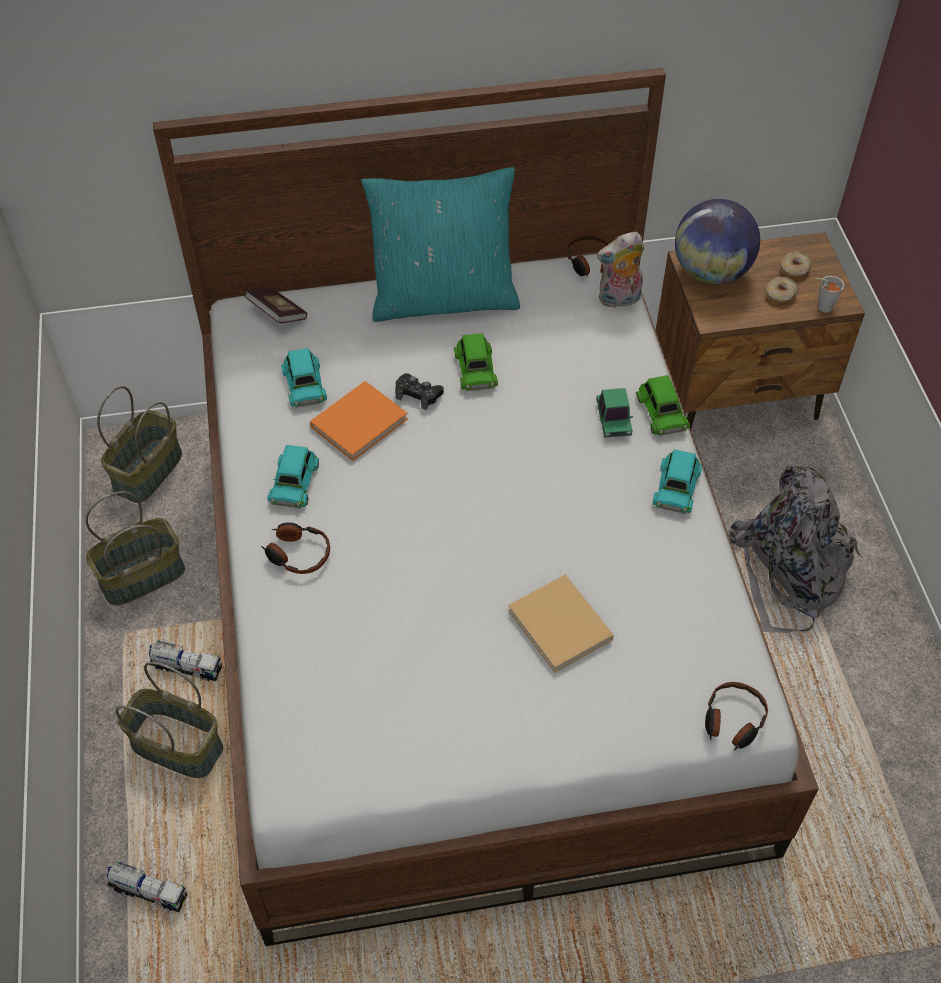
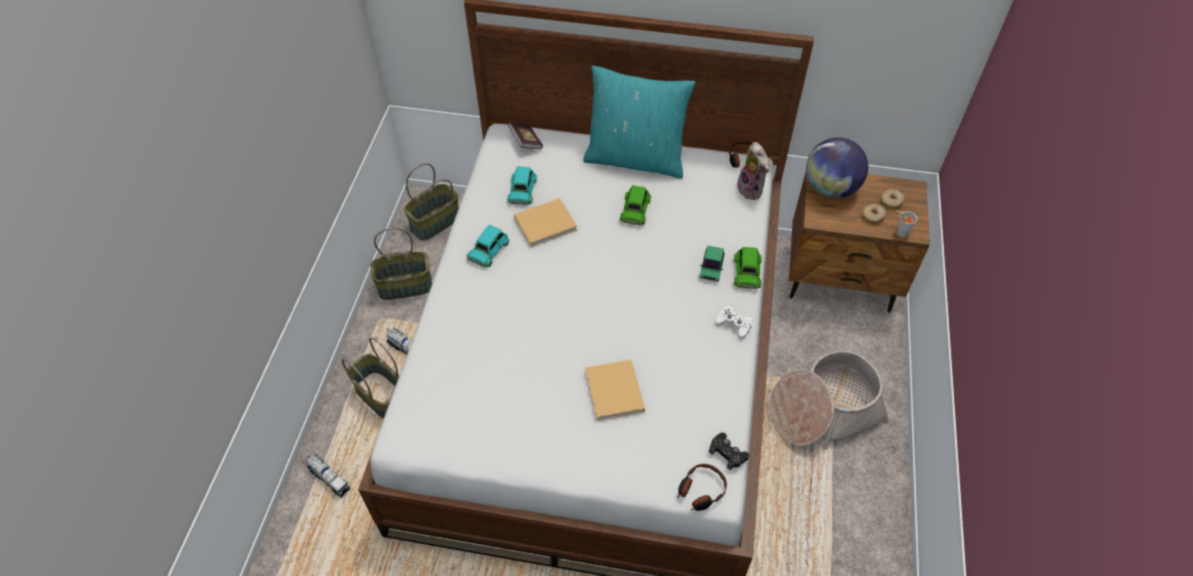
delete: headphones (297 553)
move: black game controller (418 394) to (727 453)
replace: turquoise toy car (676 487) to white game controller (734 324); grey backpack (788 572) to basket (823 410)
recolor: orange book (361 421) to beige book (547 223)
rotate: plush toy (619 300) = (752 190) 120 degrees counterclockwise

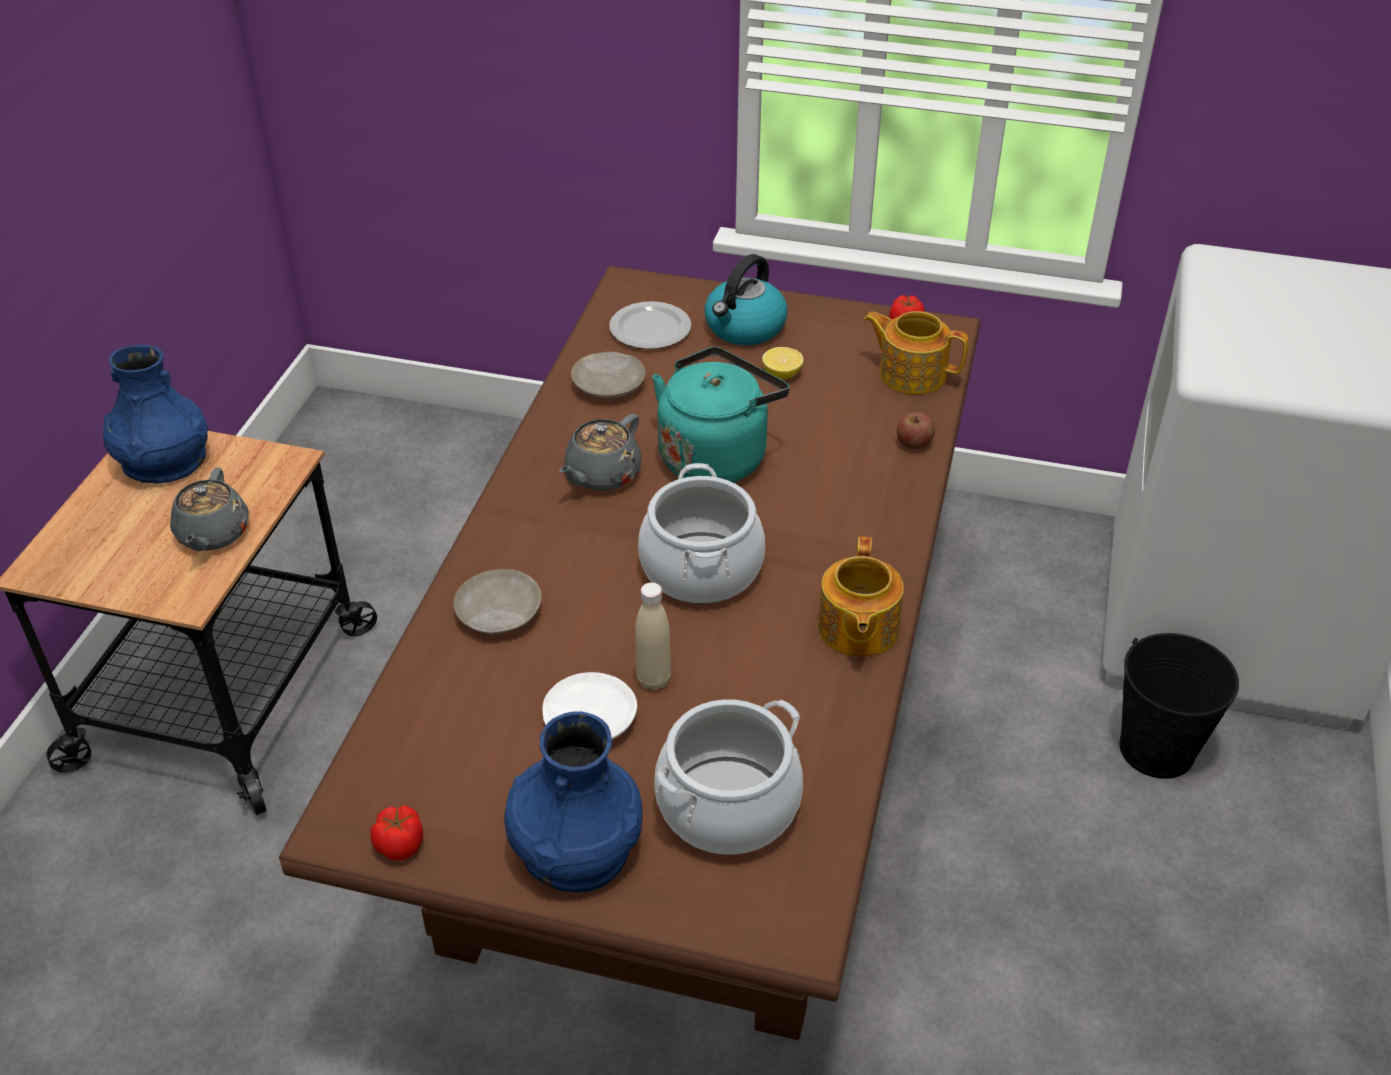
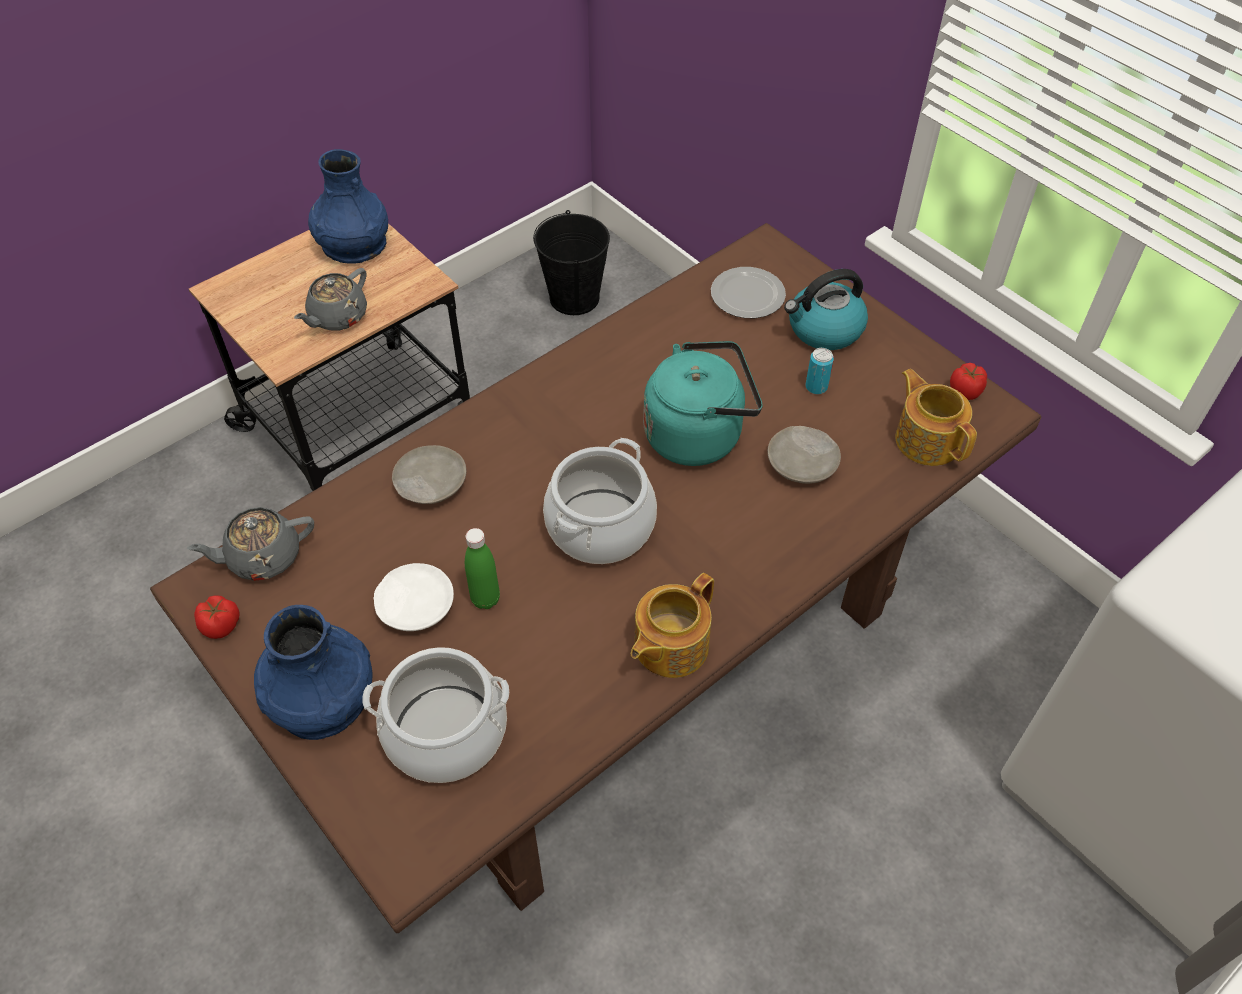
delete: apple (914 443)
move: grey teapot (602 475) to (262 557); beige plate (609 385) to (803 463); black bucket (1156 749) to (575 297)
replace: lemon (782 374) to can (816 387)
recolor: beige bottle (653 680) to green bottle (485 599)

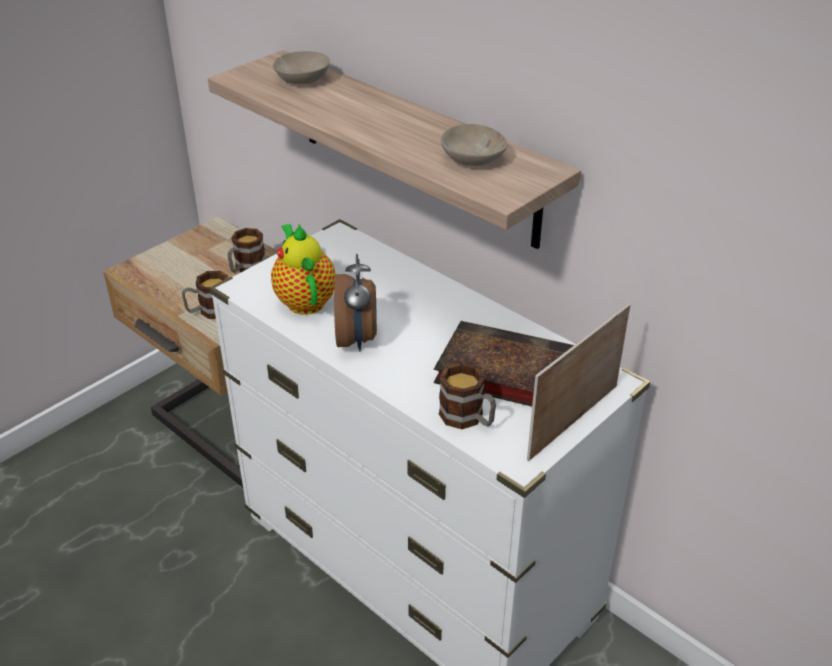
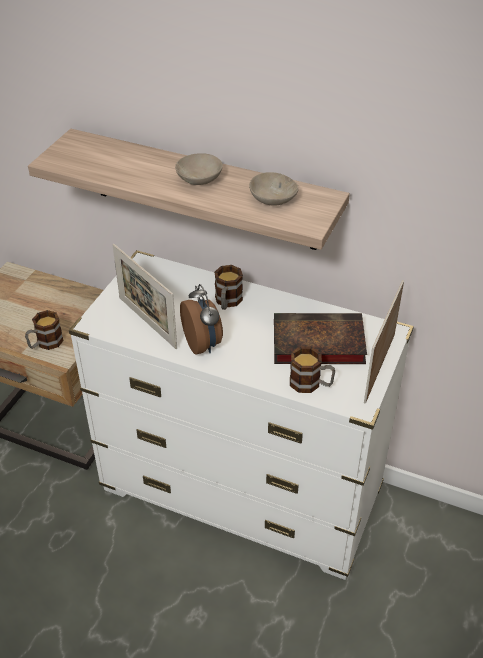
move: mug (246 268) to (227 302); beige bowl (304 80) to (201 179)
replace: teapot (304 300) to picture frame (147 322)

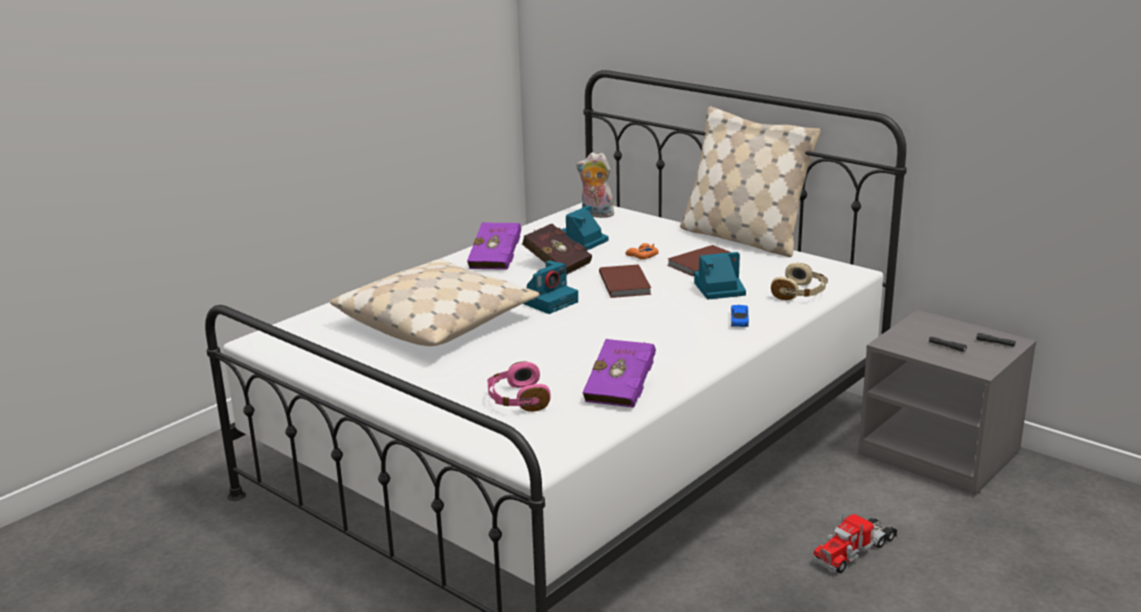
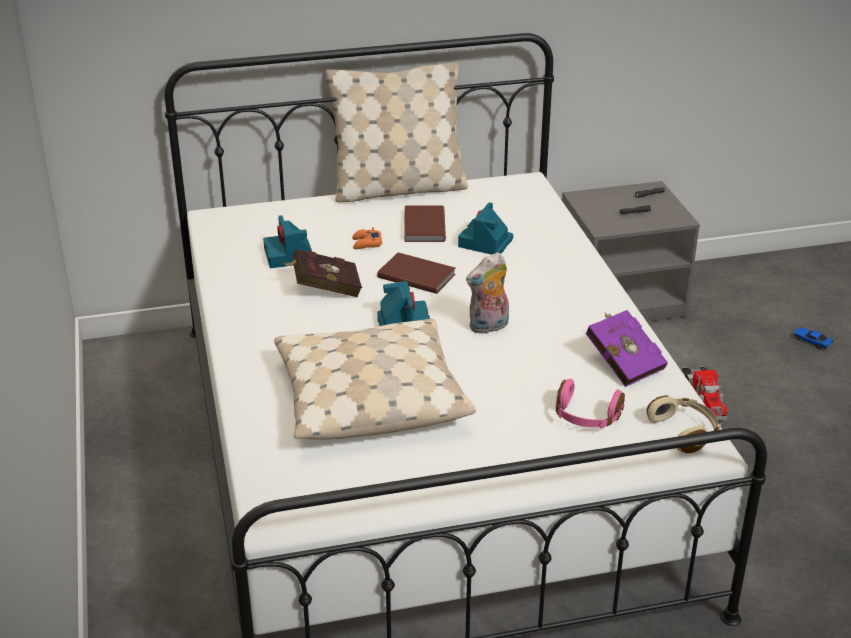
delete: purple book (497 260)
move: plush toy (595 215) to (489 327); toy car (739 321) to (811 341); beige headphones (800 293) to (685 432)

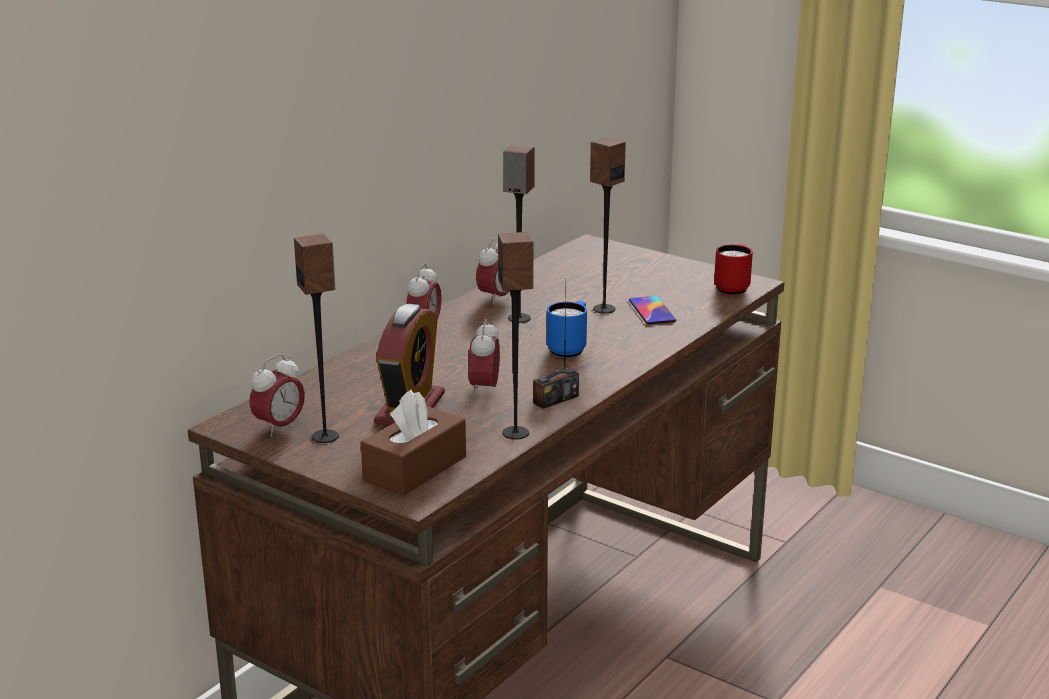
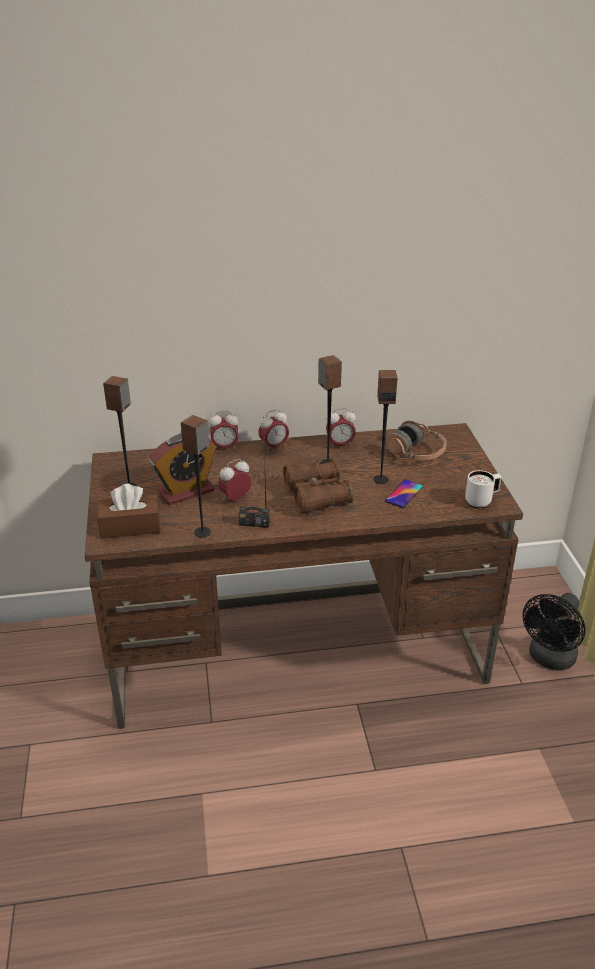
insert: headphones (416 453); black fan (549 659)
move: alarm clock (279 427) to (225 447)
replace: blue mug (569 349) to brown binoculars (317 496)
recolor: red mug (733 287) to white mug (481 501)

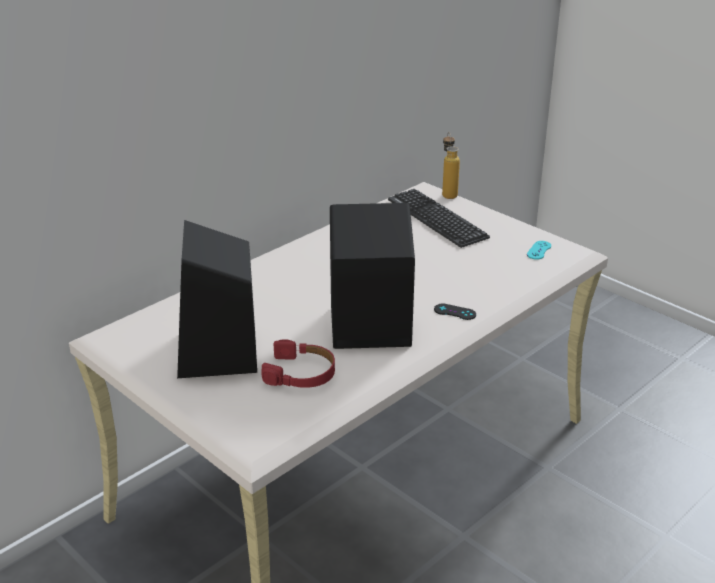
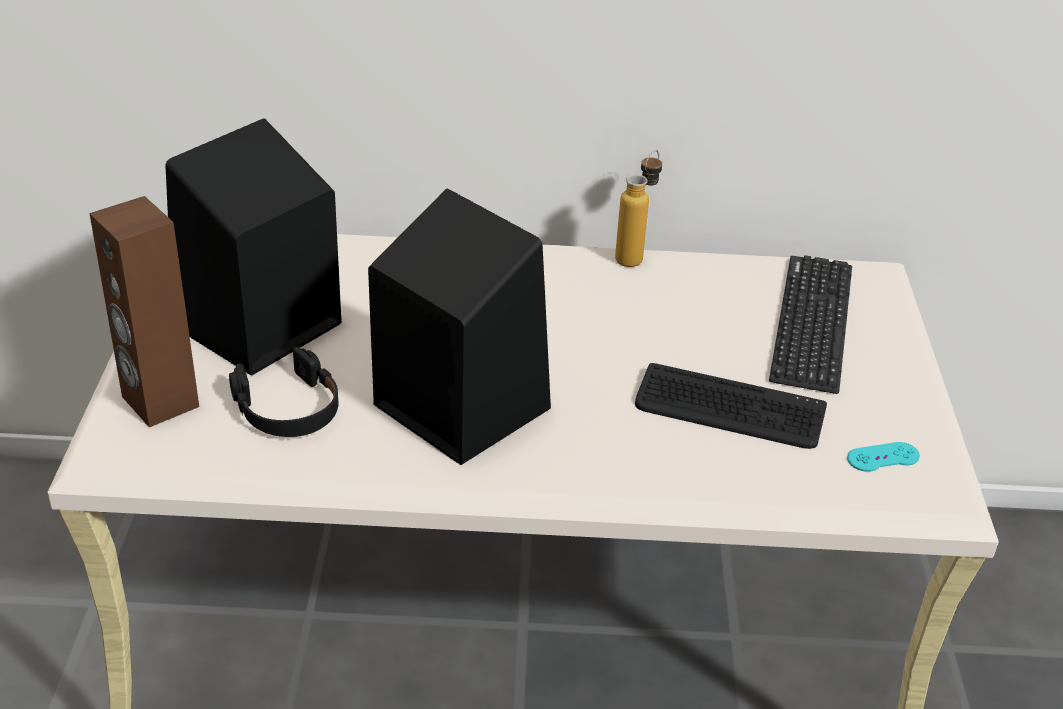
delete: black game controller (455 312)
insert: brown speaker (159 402); keyboard (729 409)
move: bottle (448 193) to (635 255)
recolor: red headphones (301 373) to black headphones (288 408)

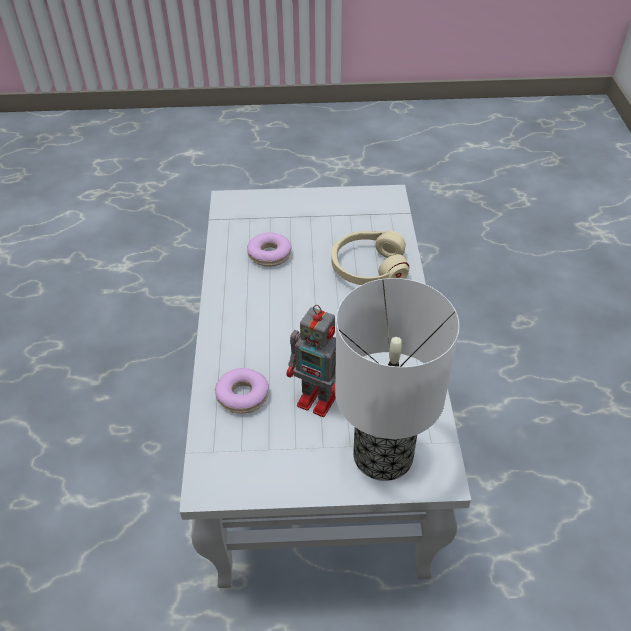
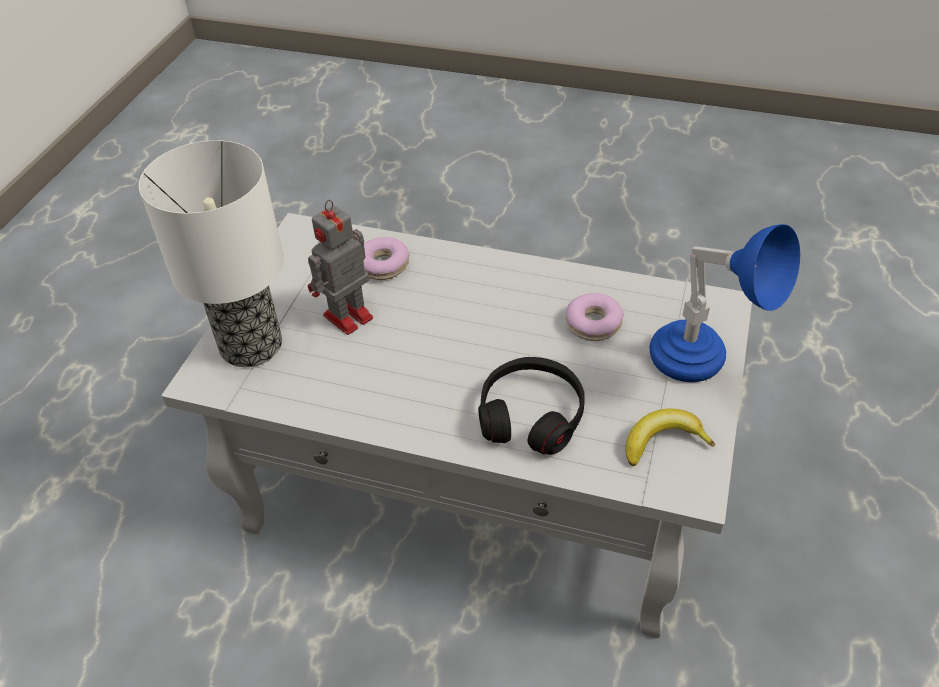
insert: banana (663 442); blue table lamp (701 370)
recolor: beige headphones (368 267) to black headphones (531 414)

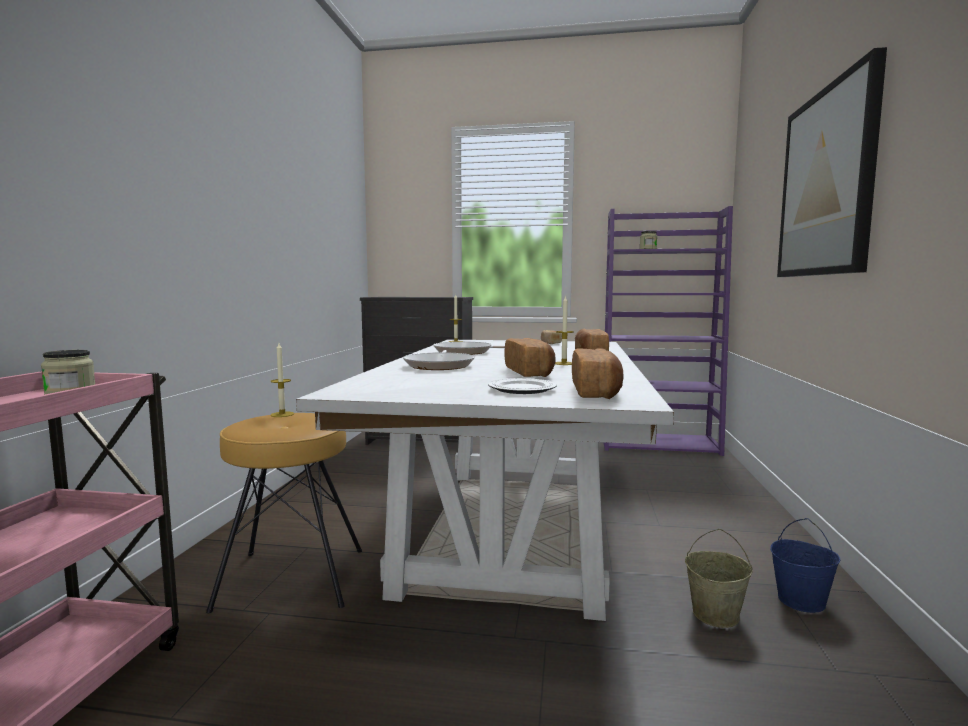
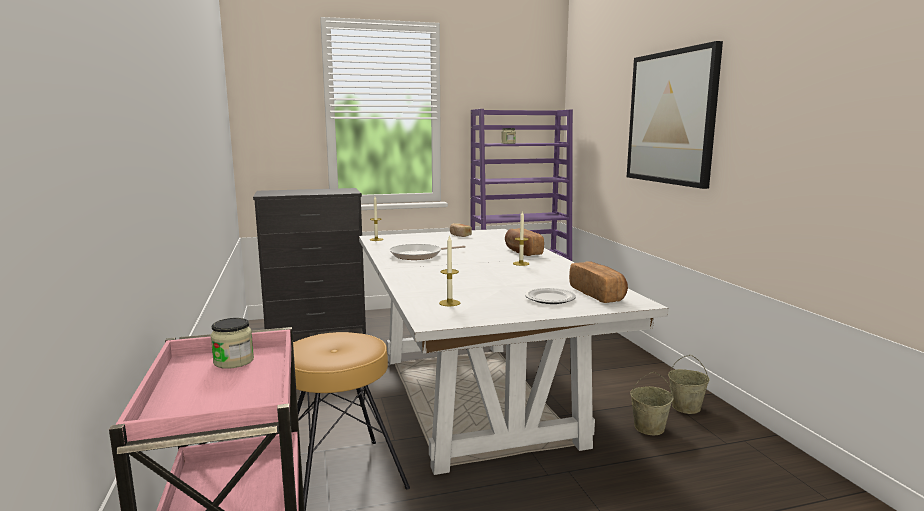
delete: frying pan (440 365); bread (529 372)
move: candle (282 414) to (449 303)
recolor: blue bucket (801 601) to beige bucket (686 407)

